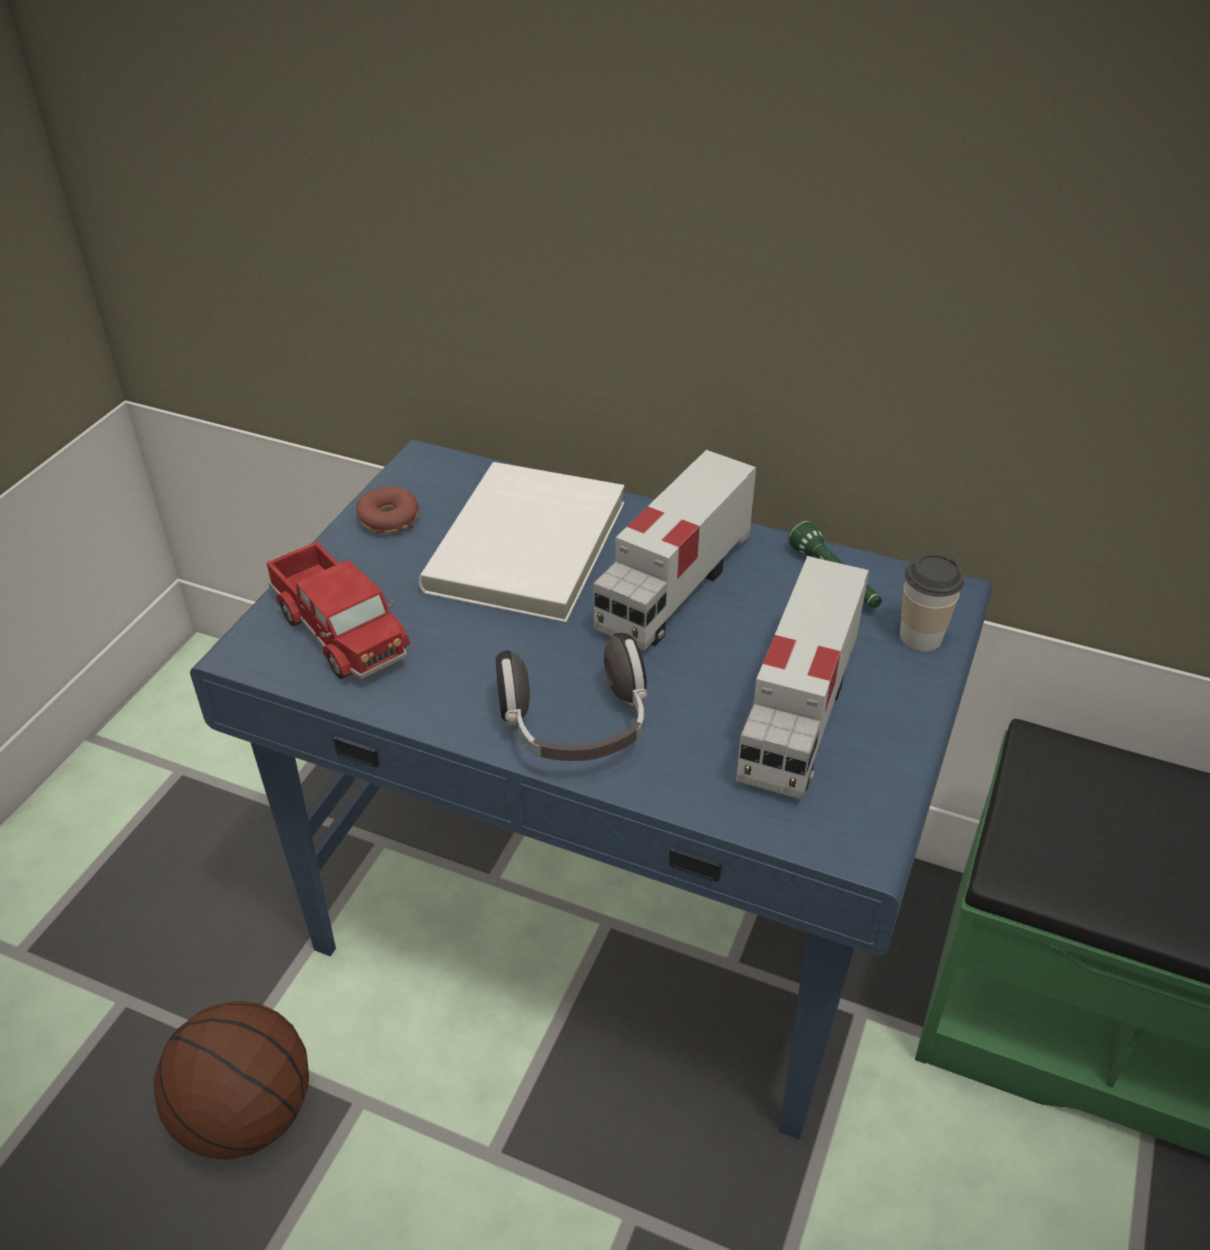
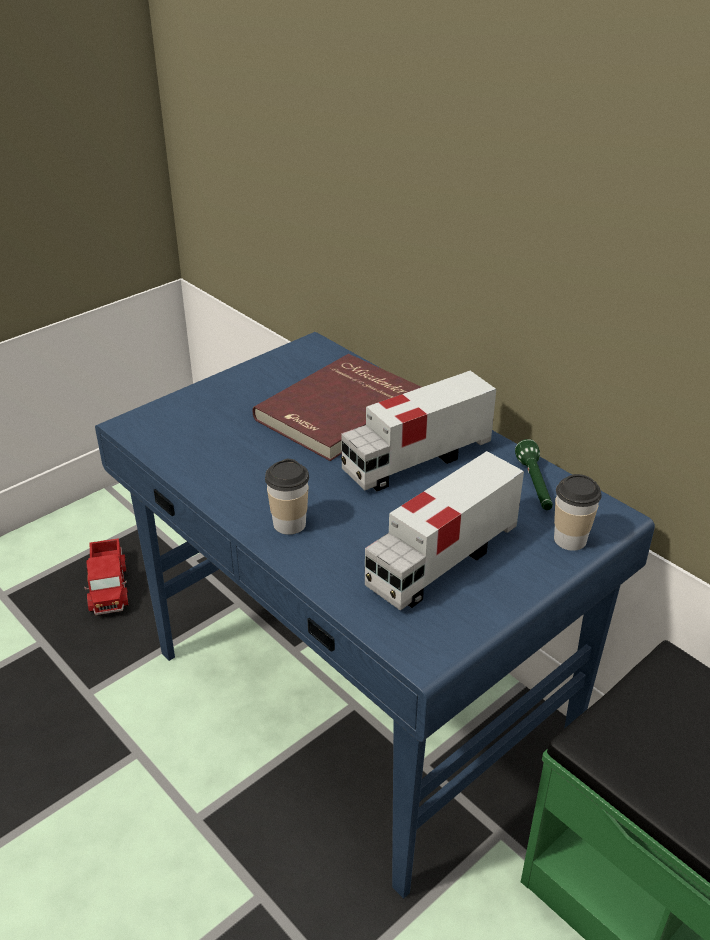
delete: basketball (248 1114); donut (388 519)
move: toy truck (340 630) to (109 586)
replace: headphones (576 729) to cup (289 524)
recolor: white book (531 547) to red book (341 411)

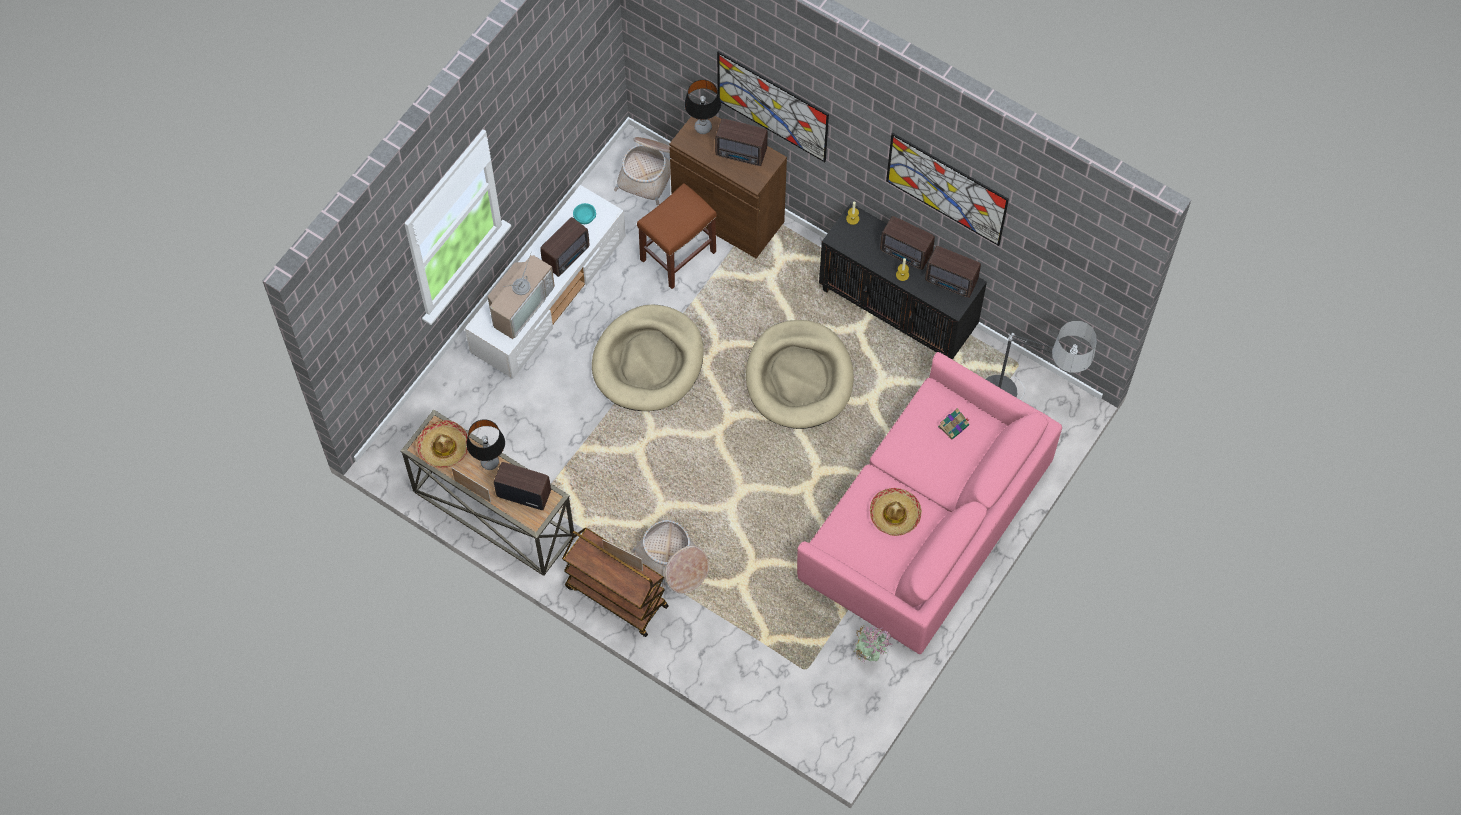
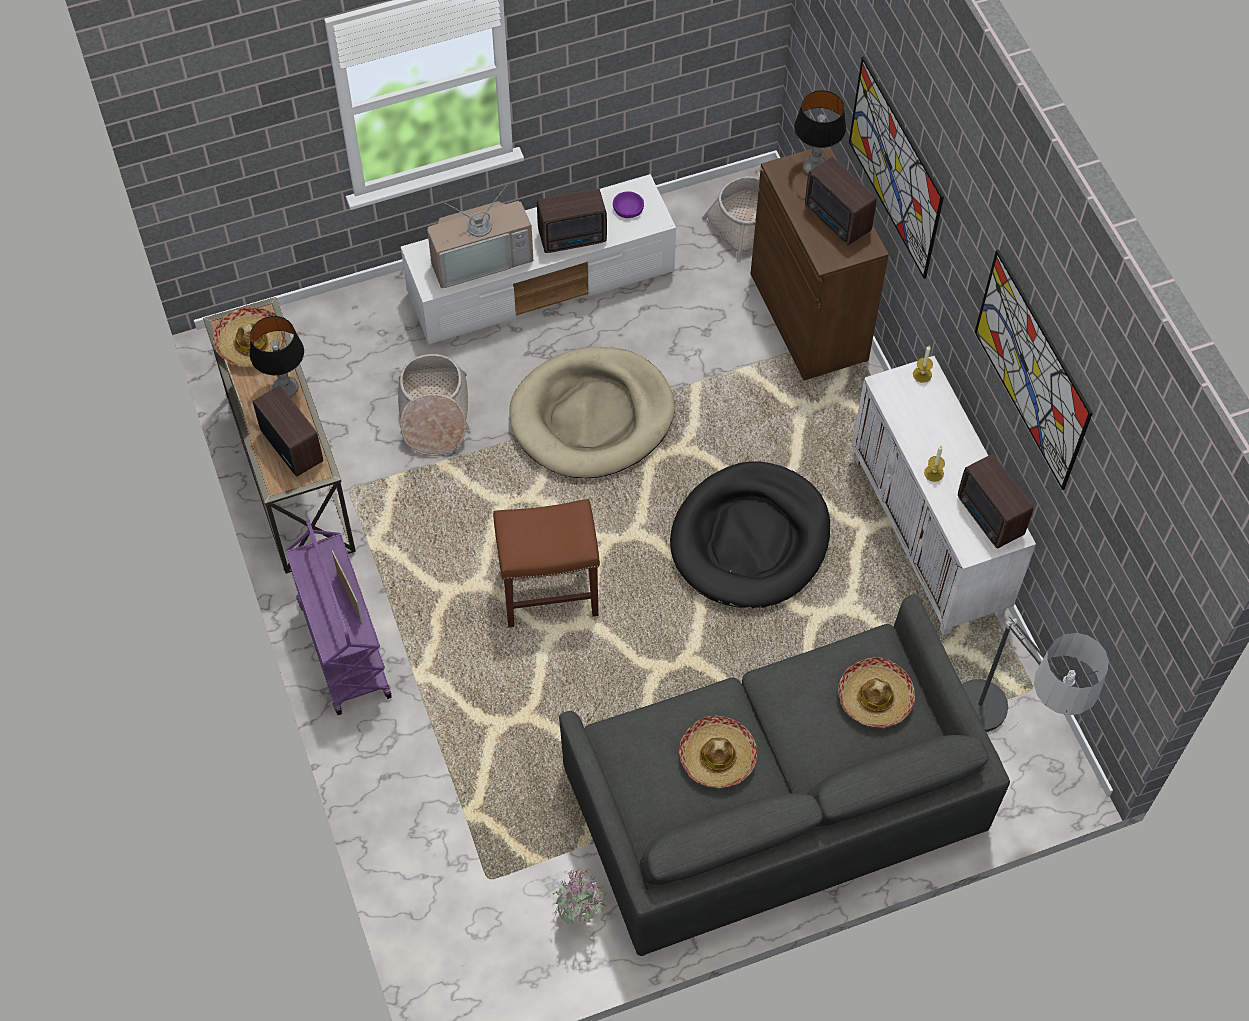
delete: radio (906 254)
move: basket (672 561) to (433 414); brown stool (677 256) to (547 593)
replace: book (954 425) to hat (875 698)
recolor: brown cart (615 596) to purple cart (343 648); turquoise bowl (584 215) to purple bowl (628 208); beige dog bed (799 377) to black dog bed (750 539); pink sofa (925 519) to grey sofa (773 798); black cabinet (898 310) to white cabinet (929 537)

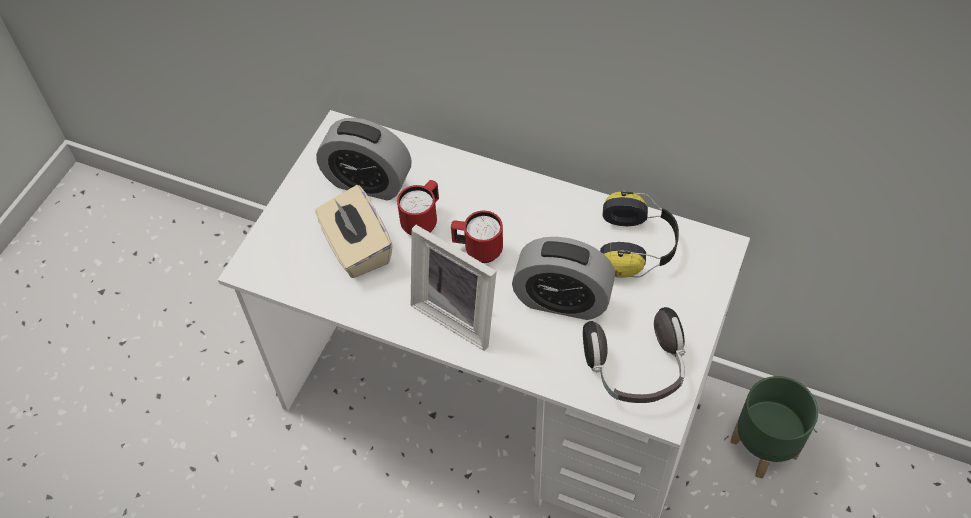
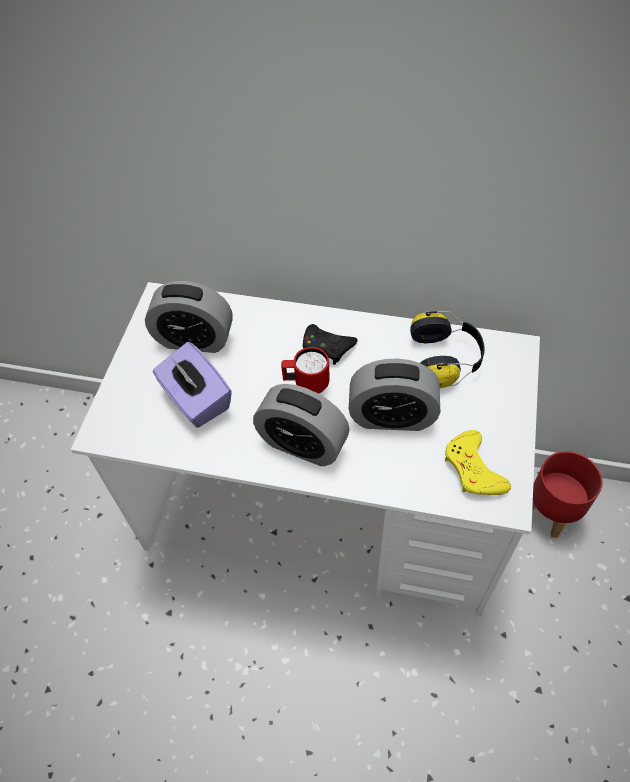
delete: red mug (423 221)
insert: black game controller (327 346)
replace: picture frame (459 313) to alarm clock (302 444); headphones (635 370) to yellow game controller (473 469)
recolor: beige tissue box (357 248) to purple tissue box (196 400); green planter (762 448) to red planter (551 512)

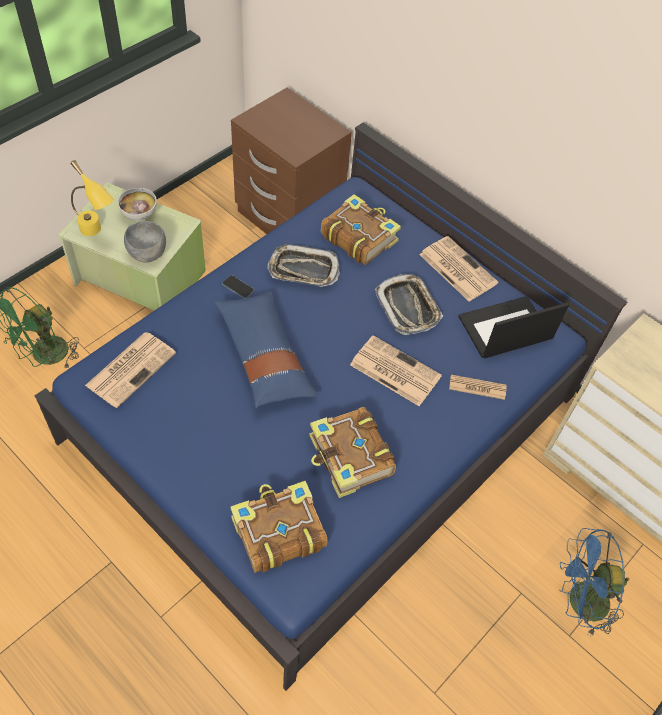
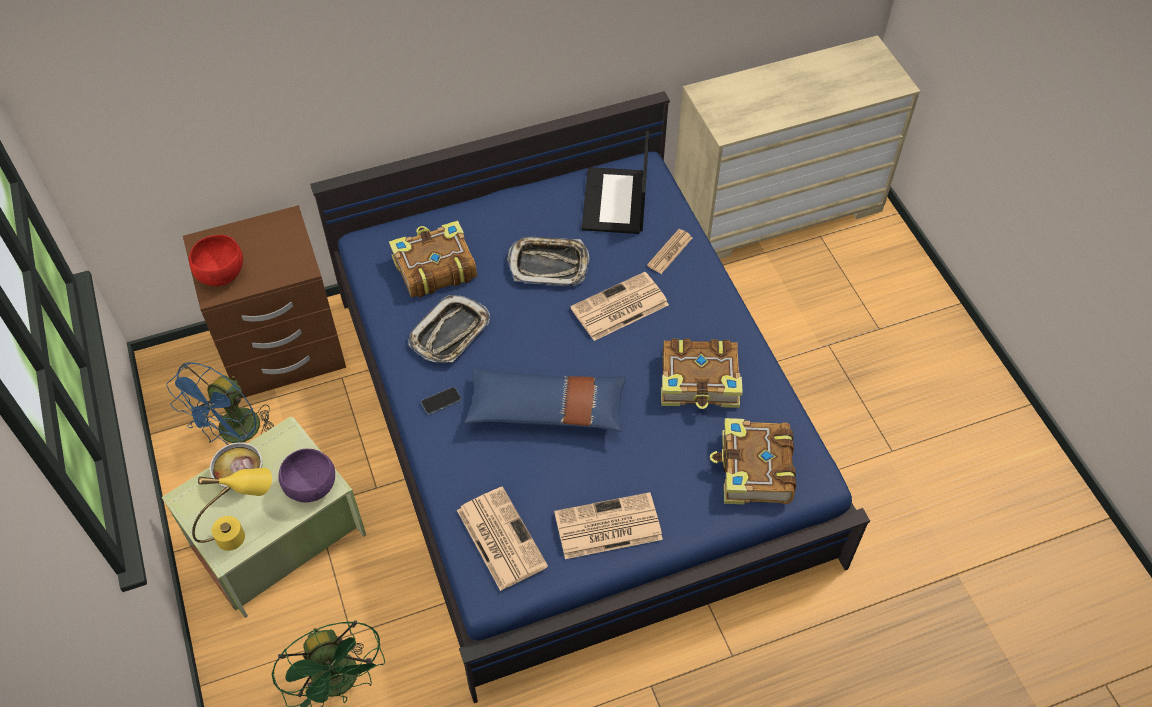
insert: red bowl (221 275)
move: newspaper (456 268) to (606 527); blue fan (579 602) to (235 435)
recolor: grey bowl (147 254) to purple bowl (311 487)

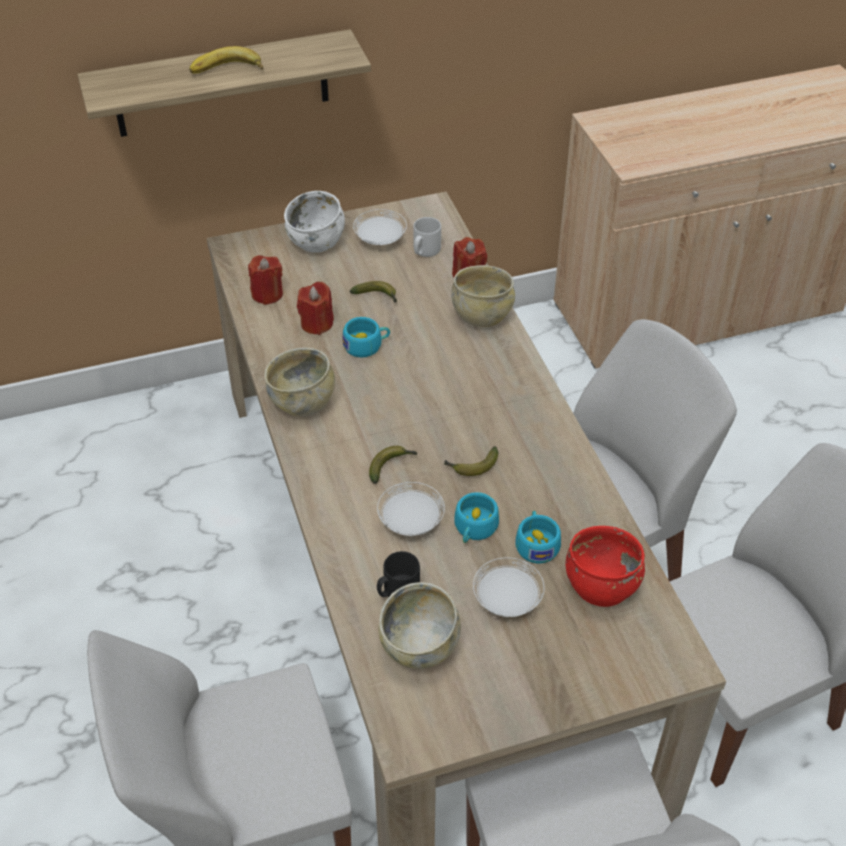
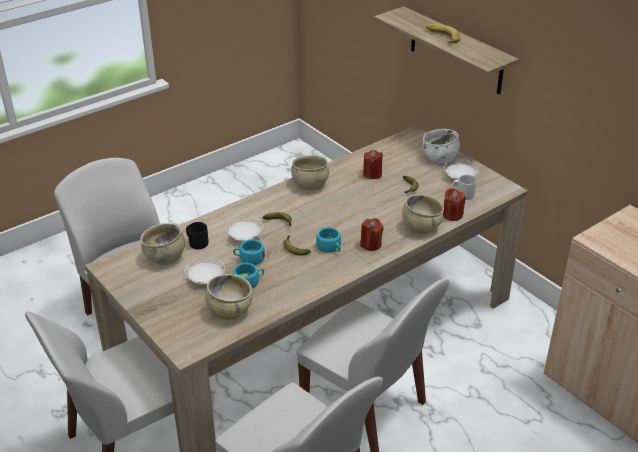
move: red candle (267 294) to (371 244); turquoise cup (367 345) to (330 248)
recolor: red bowl (601 585) to beige bowl (229 311)

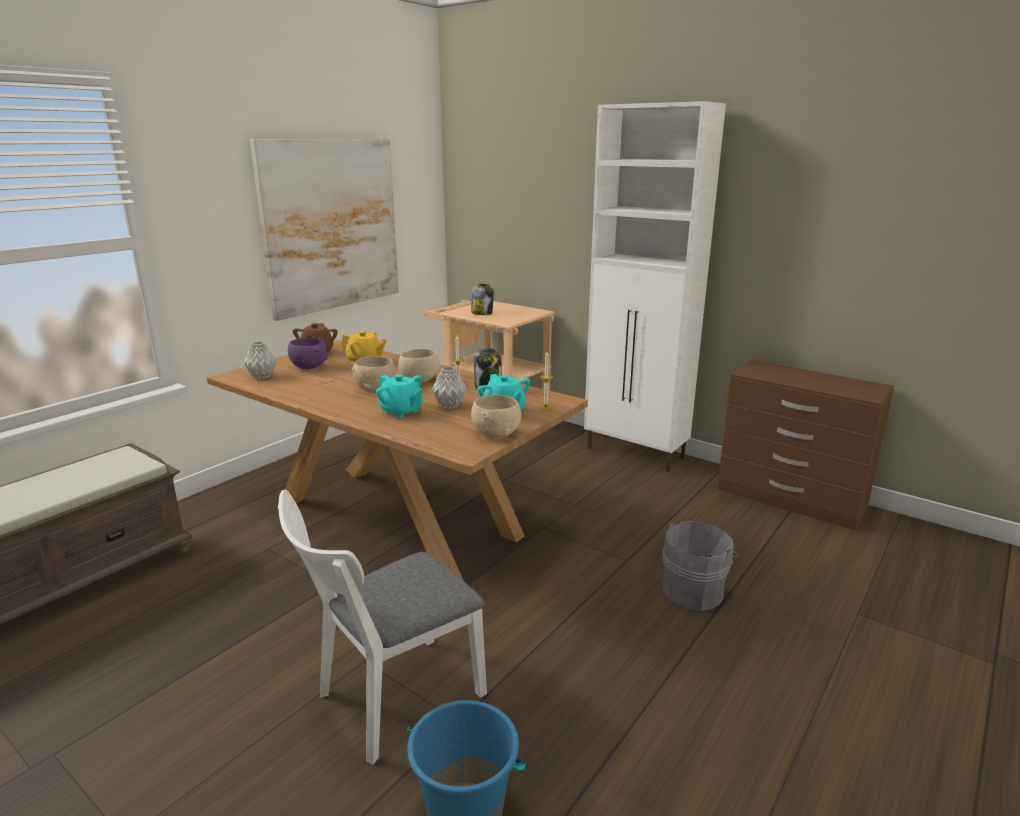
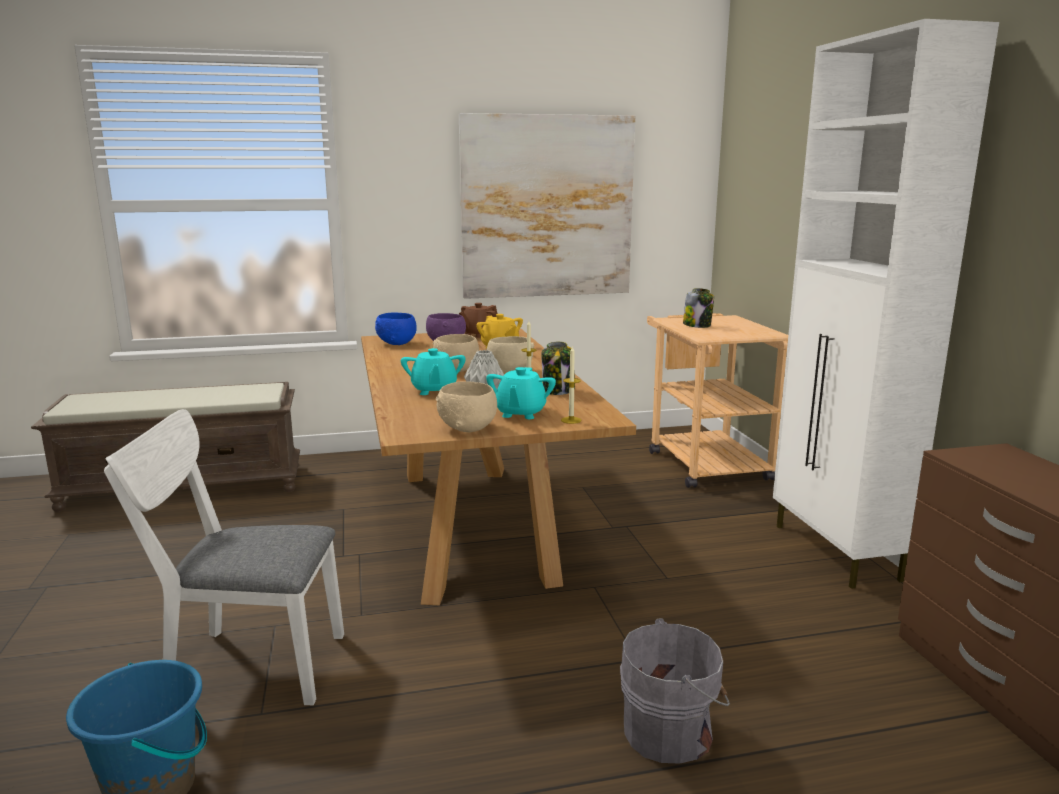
replace: grey vase (263 376) to blue bowl (397 343)

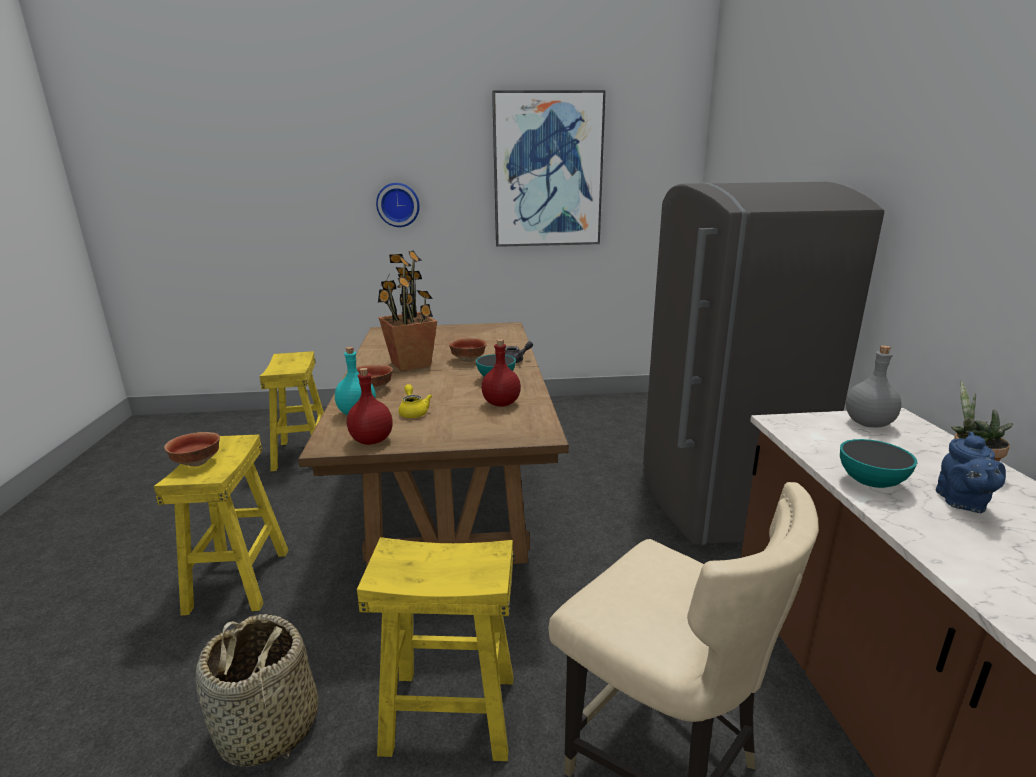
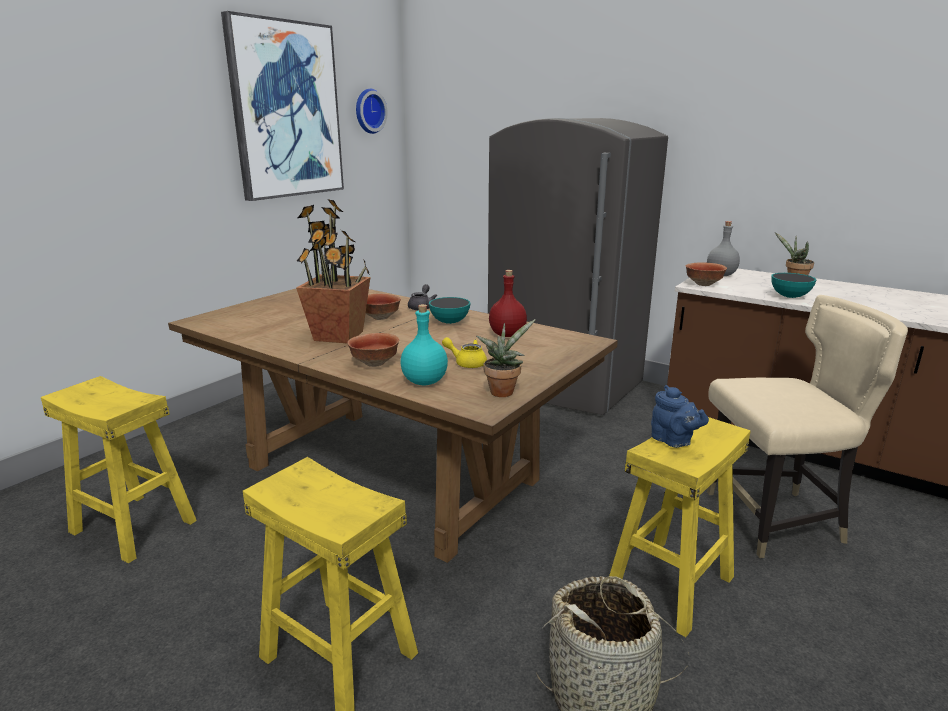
move: bowl (196 462) to (703 284); wall clock (398 204) to (368 111); blue teapot (962 503) to (673 441)
replace: red bottle (371 440) to potted plant (503 391)

